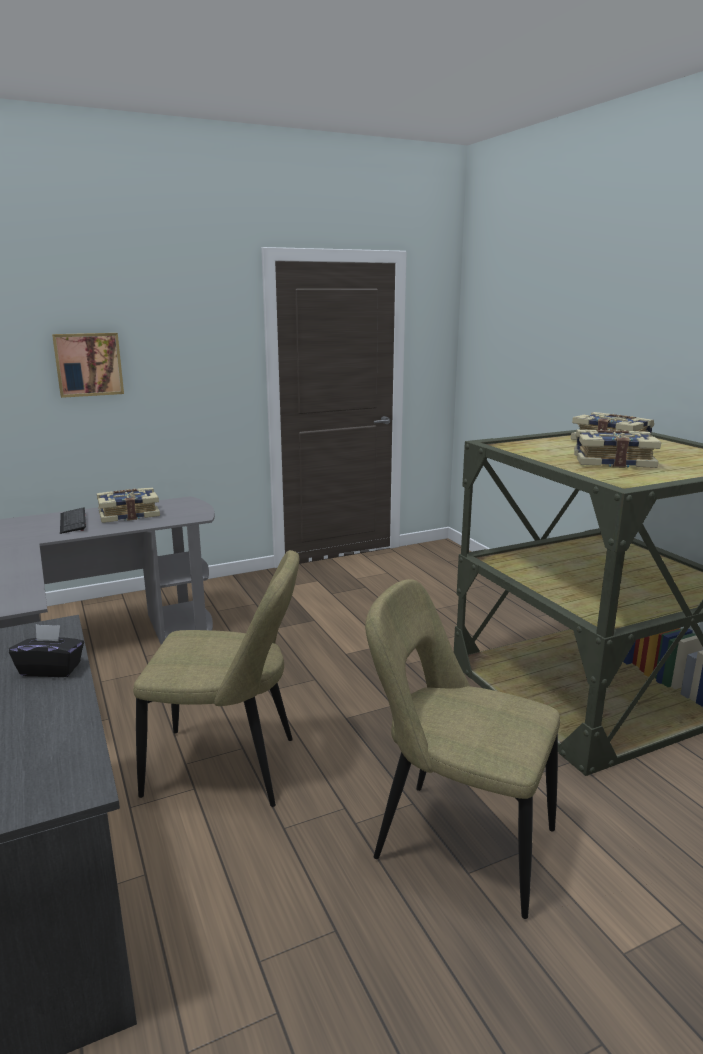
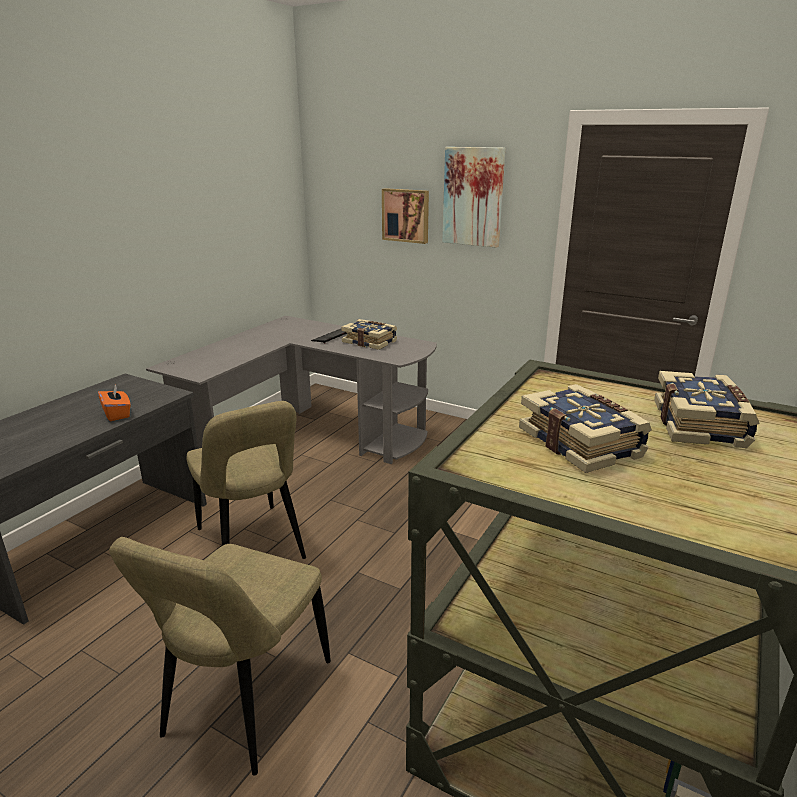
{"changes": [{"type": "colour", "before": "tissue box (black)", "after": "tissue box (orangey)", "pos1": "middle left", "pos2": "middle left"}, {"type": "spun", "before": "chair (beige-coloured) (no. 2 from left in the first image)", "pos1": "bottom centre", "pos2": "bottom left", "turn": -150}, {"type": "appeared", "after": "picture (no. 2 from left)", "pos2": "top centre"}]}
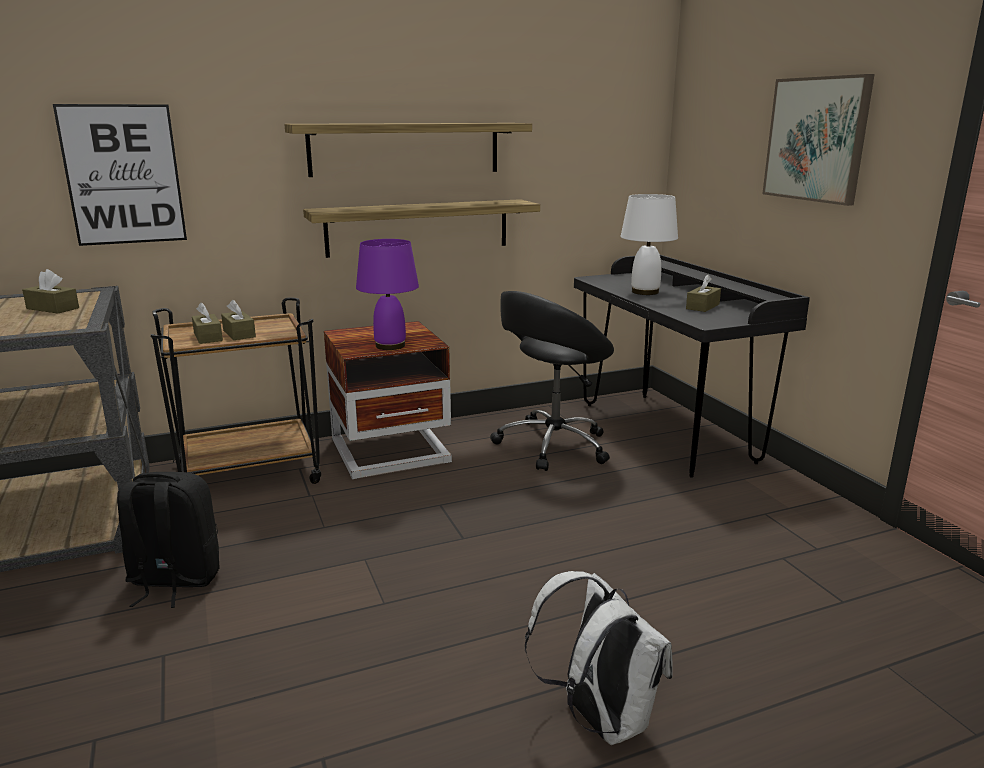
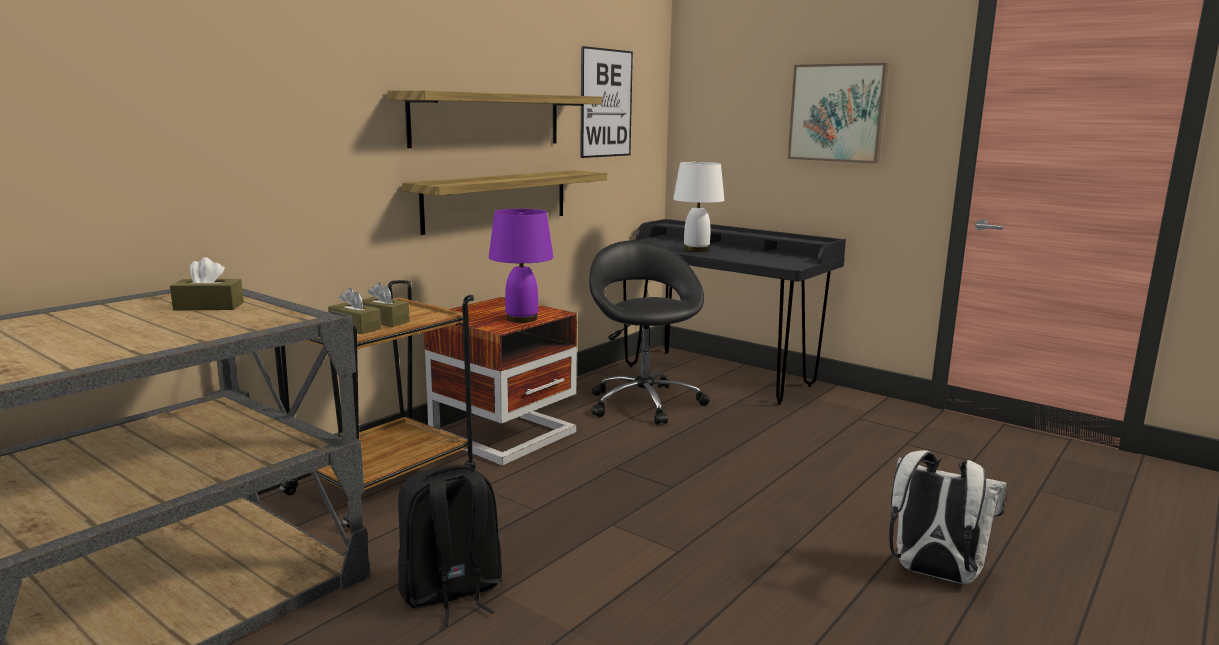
{"changes": [{"type": "relocated", "before": "picture (no. 1 from left)", "pos1": "top left", "pos2": "top centre"}, {"type": "spun", "before": "computer chair (black)", "pos1": "centre", "pos2": "centre", "turn": 135}, {"type": "missing", "before": "tissue box (brownish) (no. 4 from left)", "pos1": "middle right"}]}
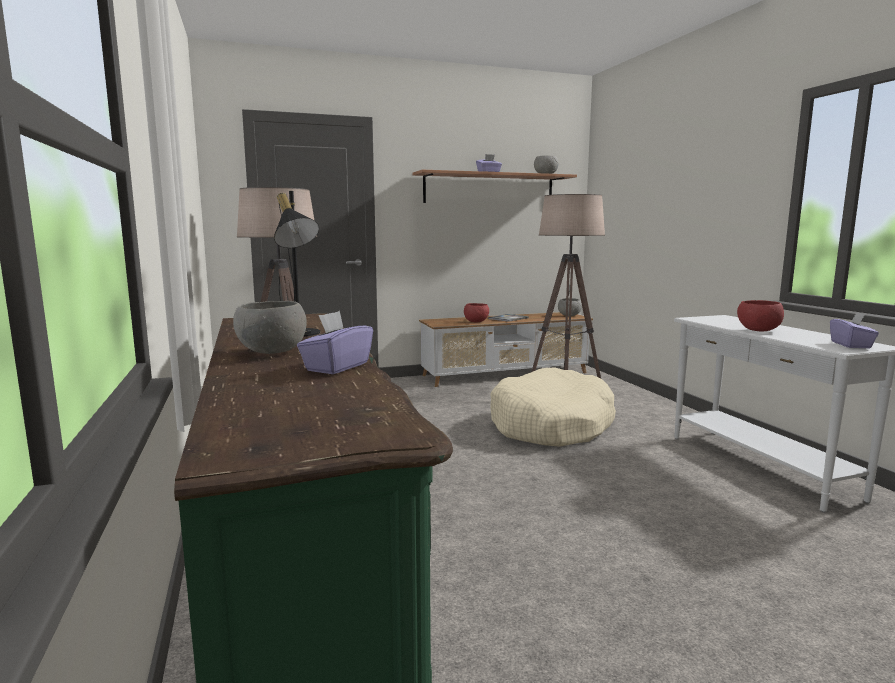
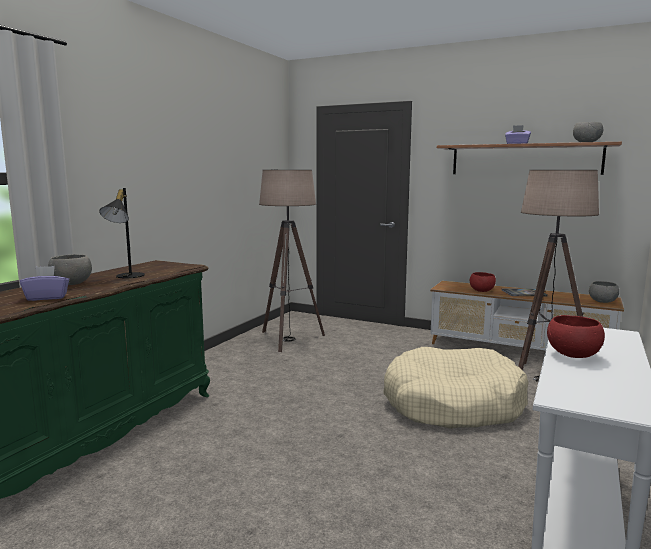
{"changes": [{"type": "missing", "before": "tissue box (purplish) (no. 3 from left)", "pos1": "middle right"}]}
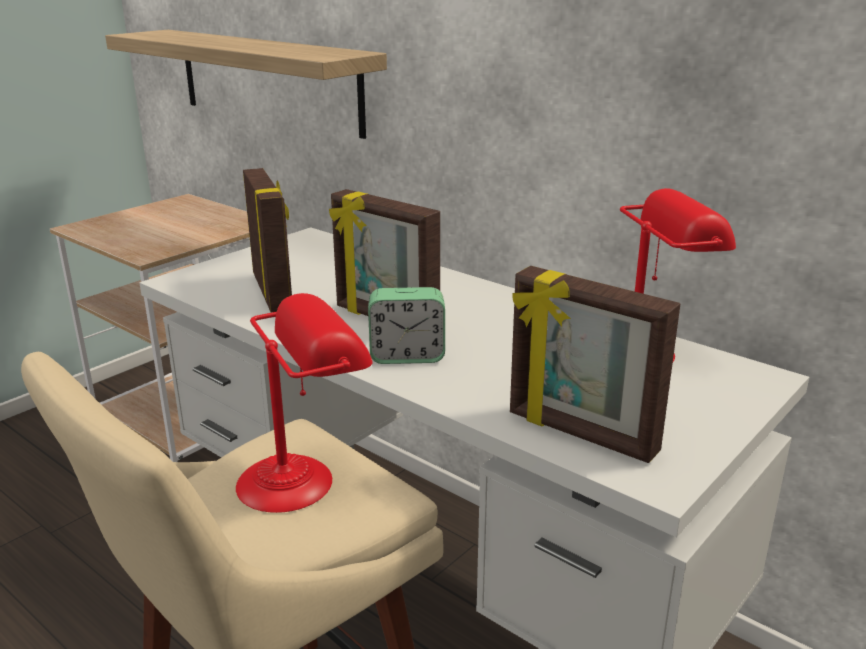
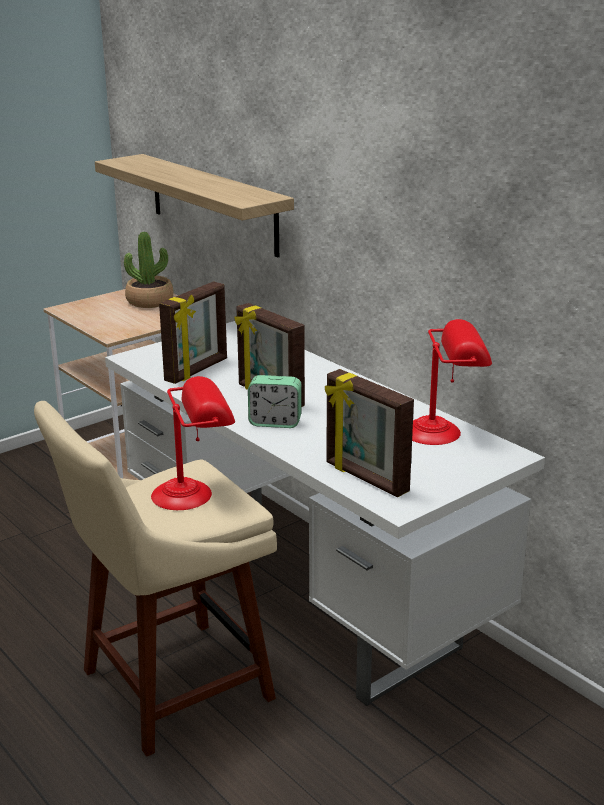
{"changes": [{"type": "spun", "before": "picture frame (no. 1 from left)", "pos1": "middle left", "pos2": "middle left", "turn": 45}, {"type": "appeared", "after": "plant in a pot", "pos2": "middle left"}]}
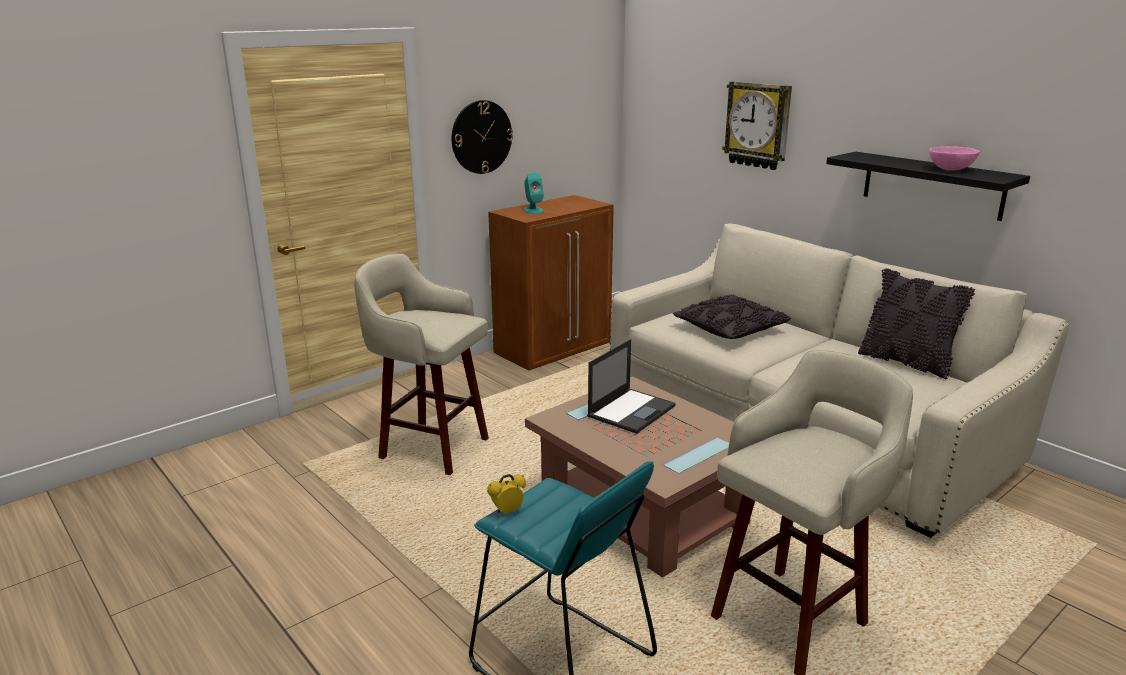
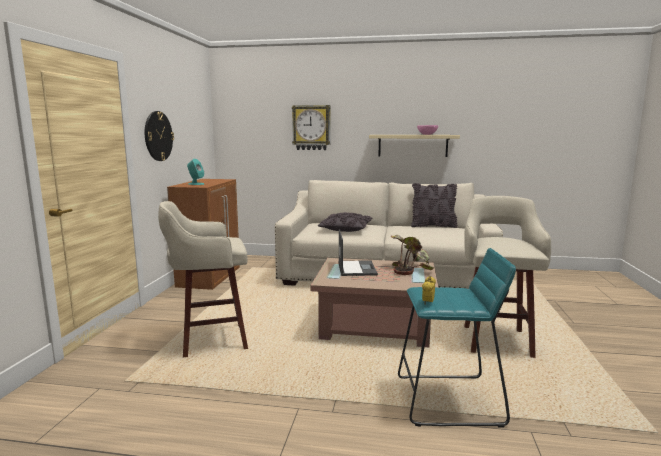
{"changes": [{"type": "colour", "before": "shelf (black)", "after": "shelf (beige-coloured)", "pos1": "top right", "pos2": "top centre"}, {"type": "appeared", "after": "plant in a pot", "pos2": "centre"}]}
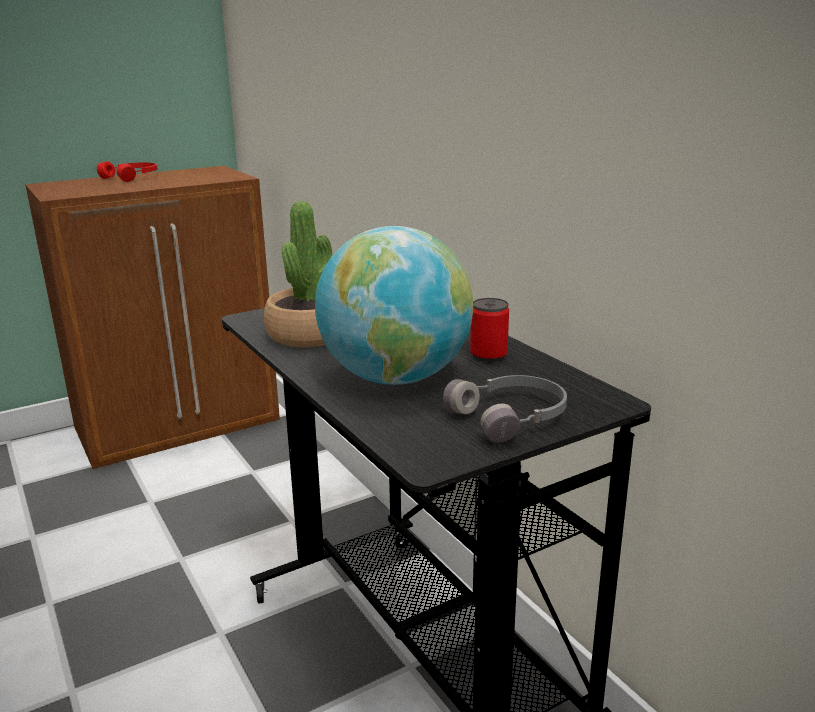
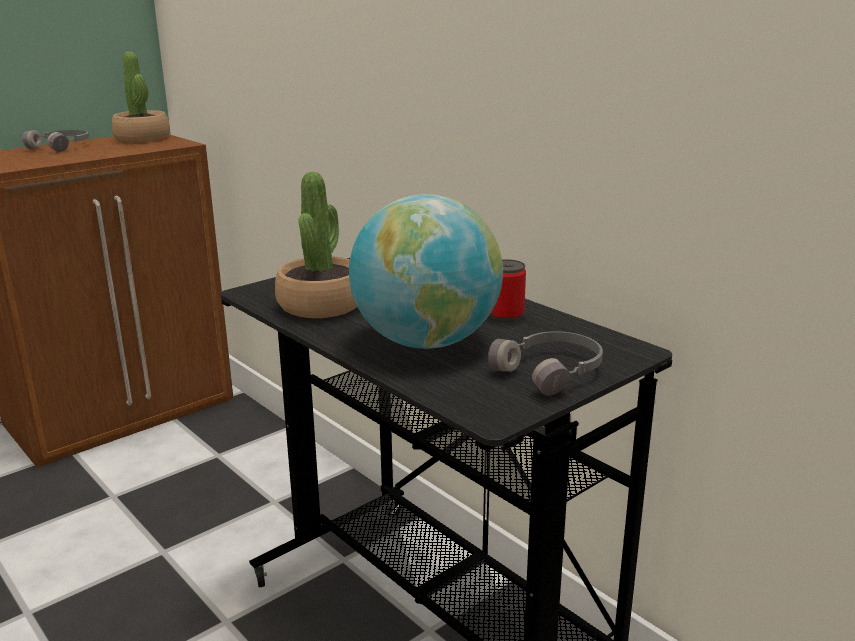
{"changes": [{"type": "colour", "before": "pair of headphones (reddish)", "after": "pair of headphones (grey) (no. 1 from left)", "pos1": "top left", "pos2": "top left"}, {"type": "appeared", "after": "plant in a pot (no. 1 from left)", "pos2": "top left"}]}
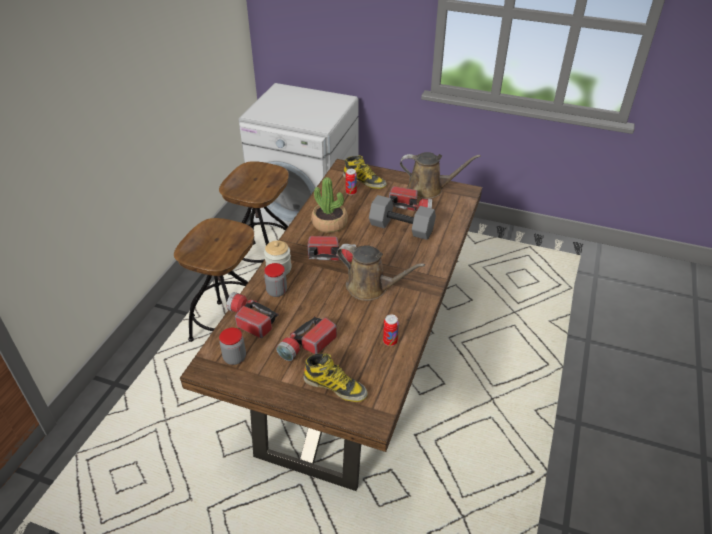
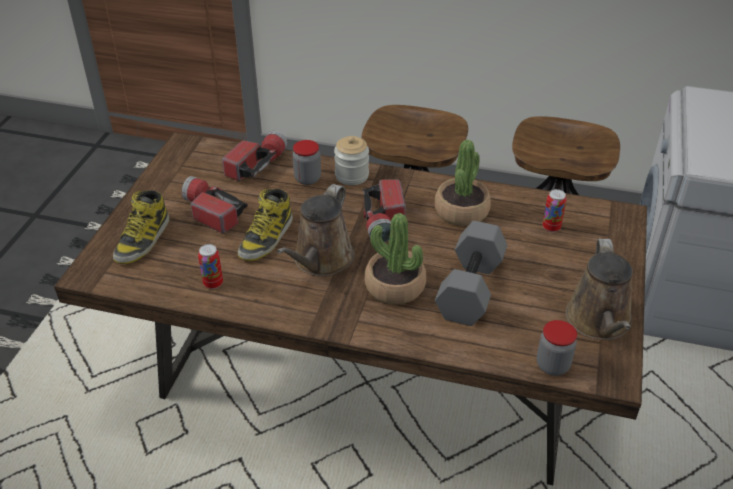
{"changes": [{"type": "relocated", "before": "storage jar (no. 1 from left in the first image)", "after": "storage jar (no. 3 from left)", "pos1": "middle left", "pos2": "bottom right"}, {"type": "relocated", "before": "high-top boot (no. 2 from left)", "pos1": "top centre", "pos2": "centre"}, {"type": "missing", "before": "hand torch (no. 4 from left)", "pos1": "centre"}, {"type": "appeared", "after": "plant in a pot (no. 1 from left)", "pos2": "centre"}]}
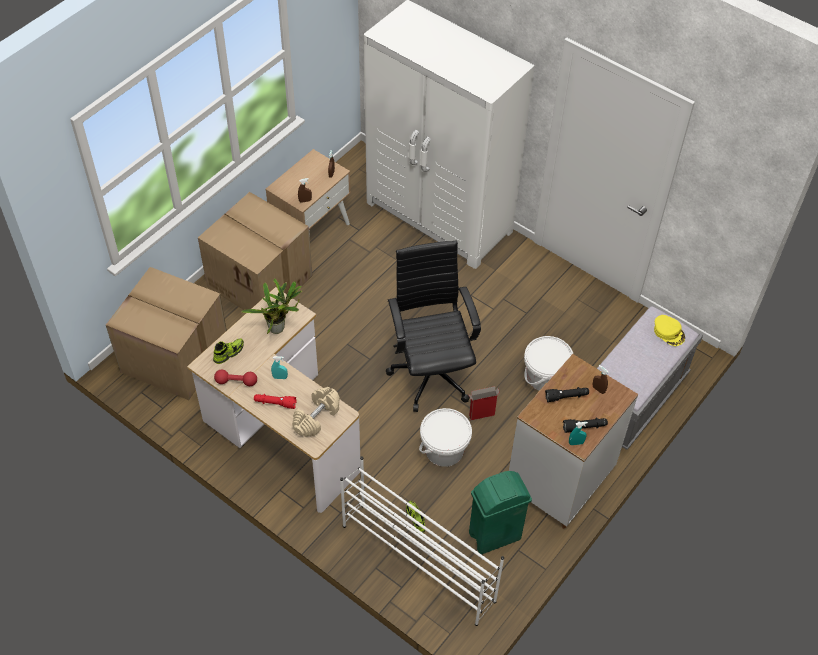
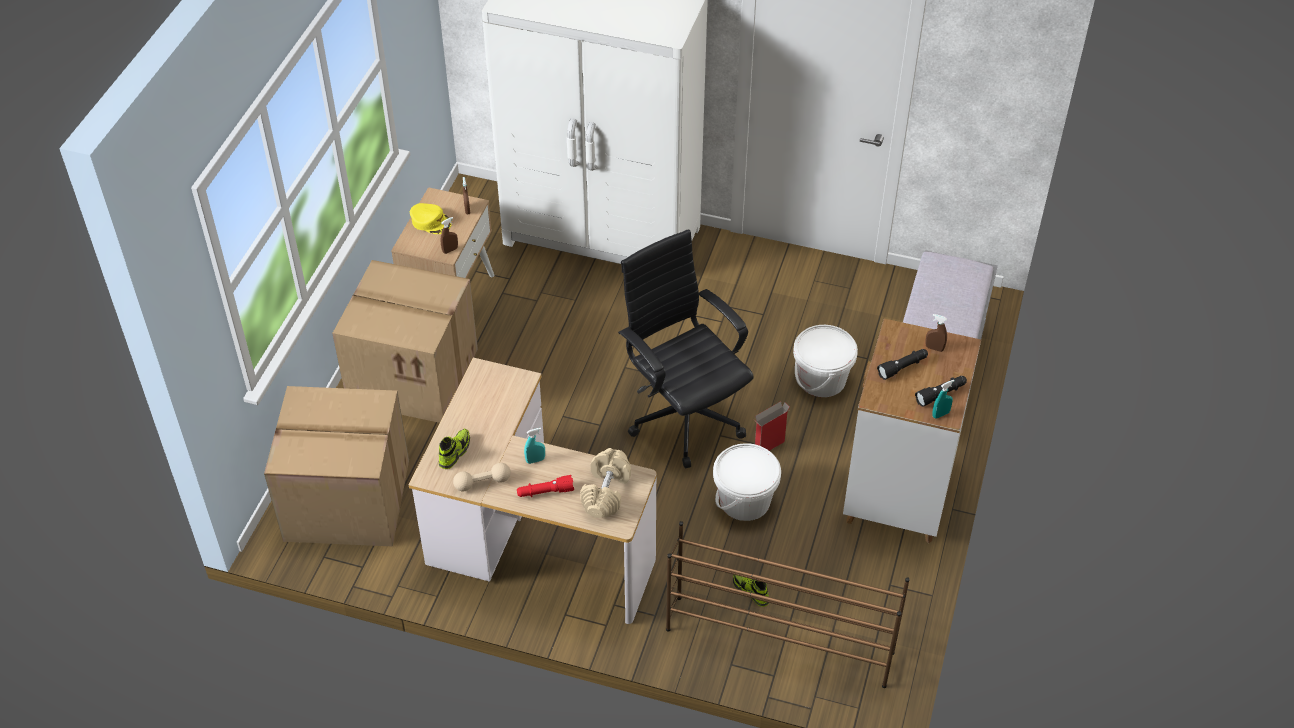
{"changes": [{"type": "colour", "before": "dumbbell (reddish)", "after": "dumbbell (beige-coloured) (no. 1 from left)", "pos1": "middle left", "pos2": "centre"}, {"type": "missing", "before": "plant in a pot", "pos1": "middle left"}, {"type": "colour", "before": "shoe shelf (white)", "after": "shoe shelf (brownish)", "pos1": "bottom centre", "pos2": "bottom centre"}, {"type": "missing", "before": "rubbish bin (greenish)", "pos1": "bottom centre"}, {"type": "relocated", "before": "cap (yellow)", "pos1": "middle right", "pos2": "top left"}]}
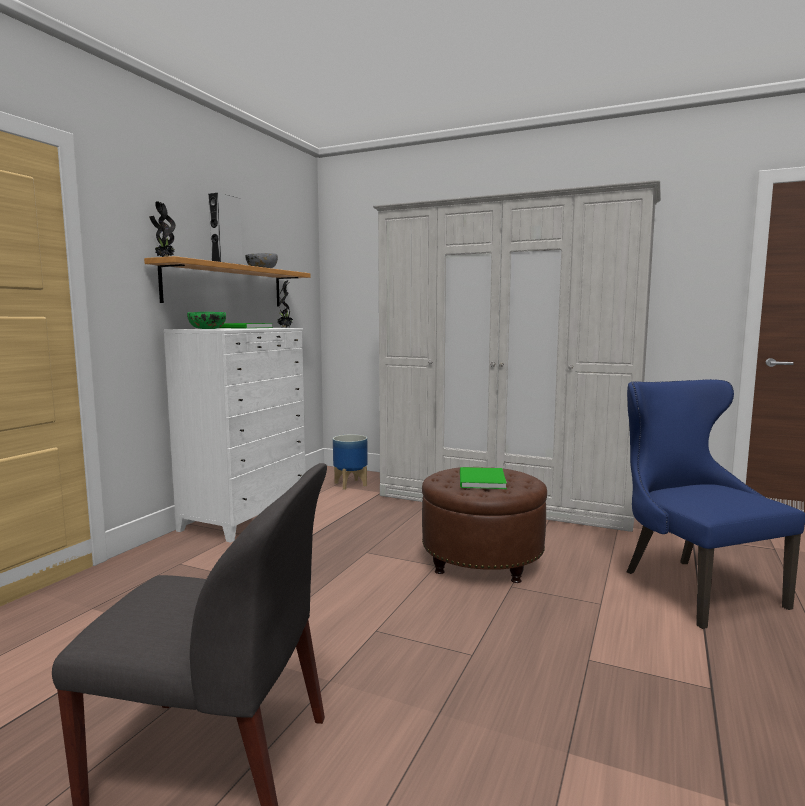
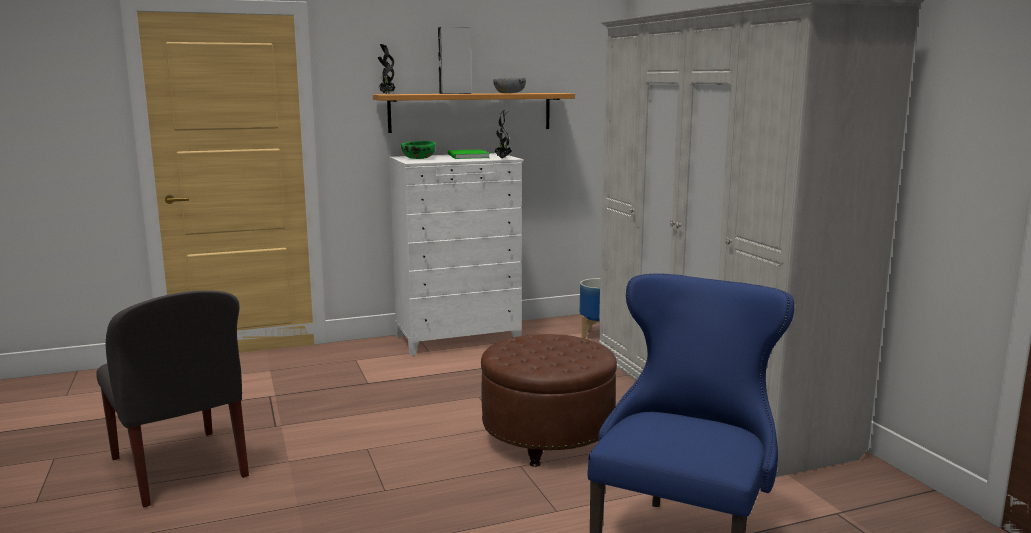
{"changes": [{"type": "missing", "before": "volume (greenish) (no. 2 from left)", "pos1": "centre"}]}
